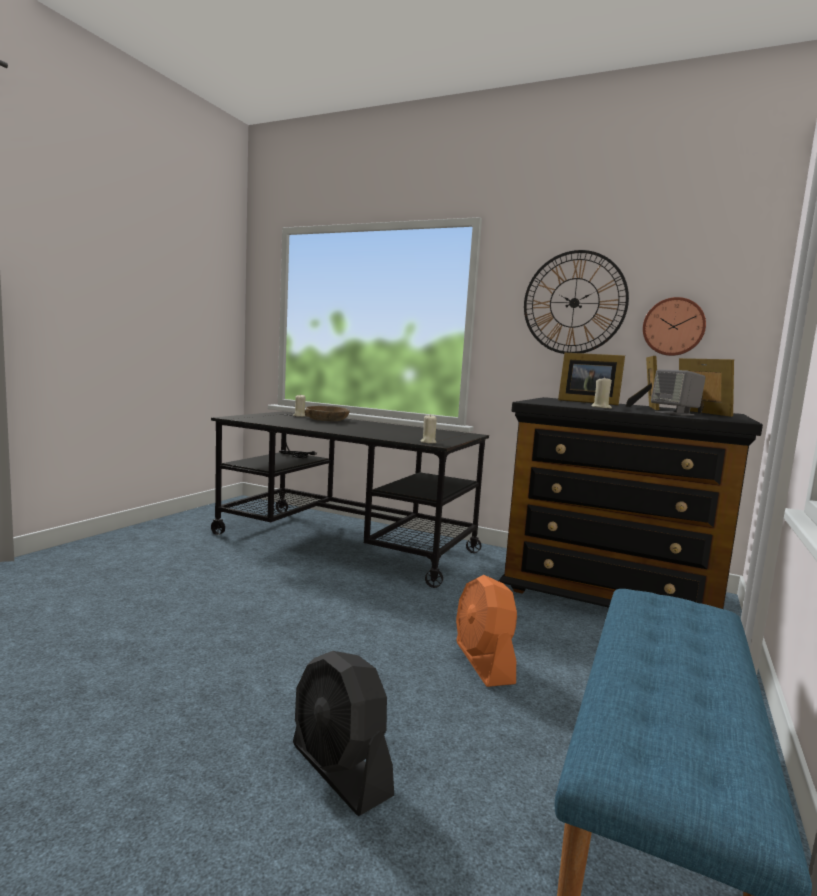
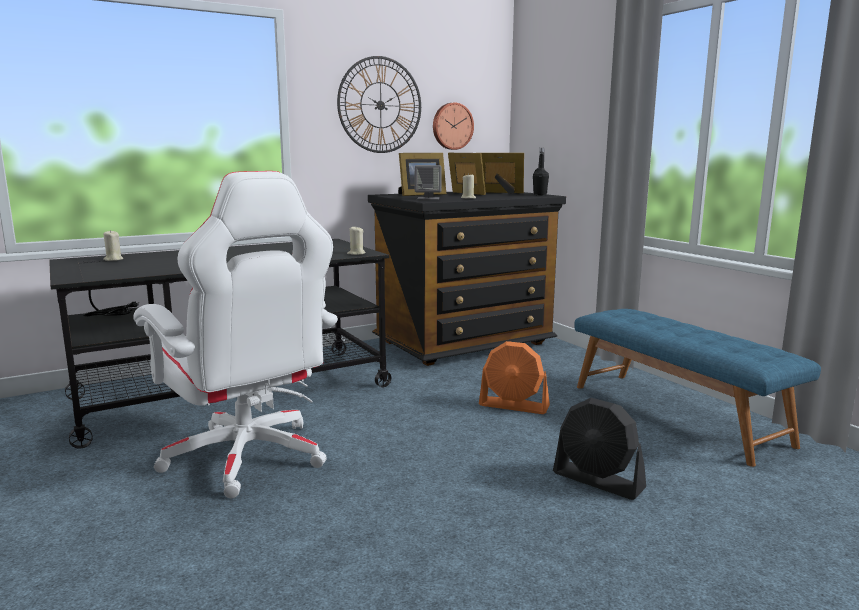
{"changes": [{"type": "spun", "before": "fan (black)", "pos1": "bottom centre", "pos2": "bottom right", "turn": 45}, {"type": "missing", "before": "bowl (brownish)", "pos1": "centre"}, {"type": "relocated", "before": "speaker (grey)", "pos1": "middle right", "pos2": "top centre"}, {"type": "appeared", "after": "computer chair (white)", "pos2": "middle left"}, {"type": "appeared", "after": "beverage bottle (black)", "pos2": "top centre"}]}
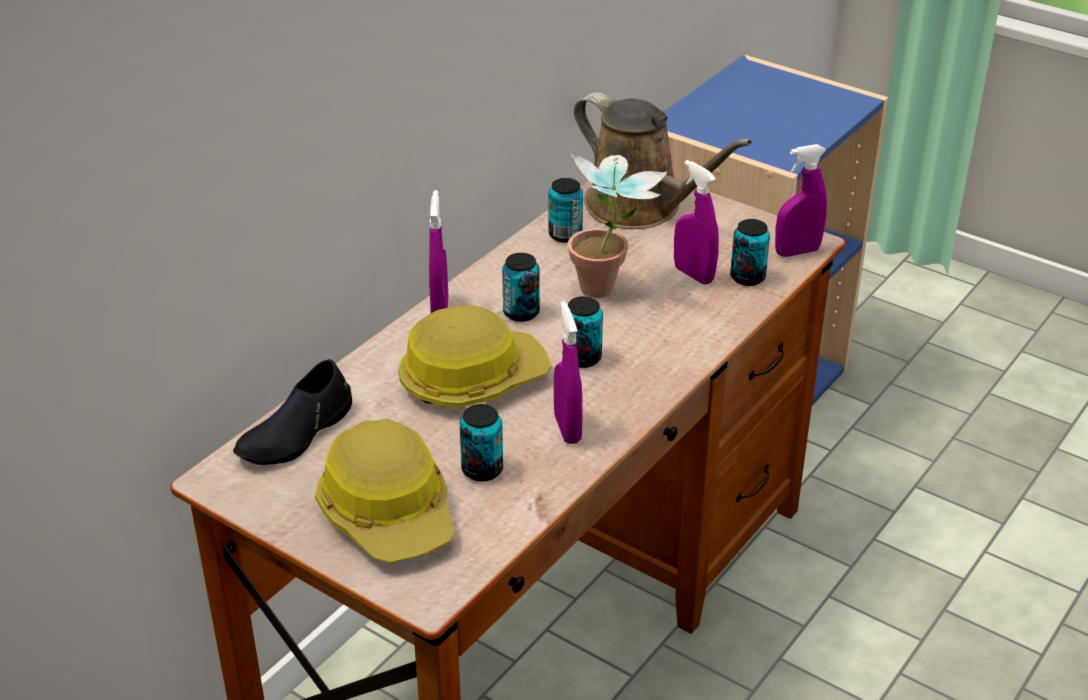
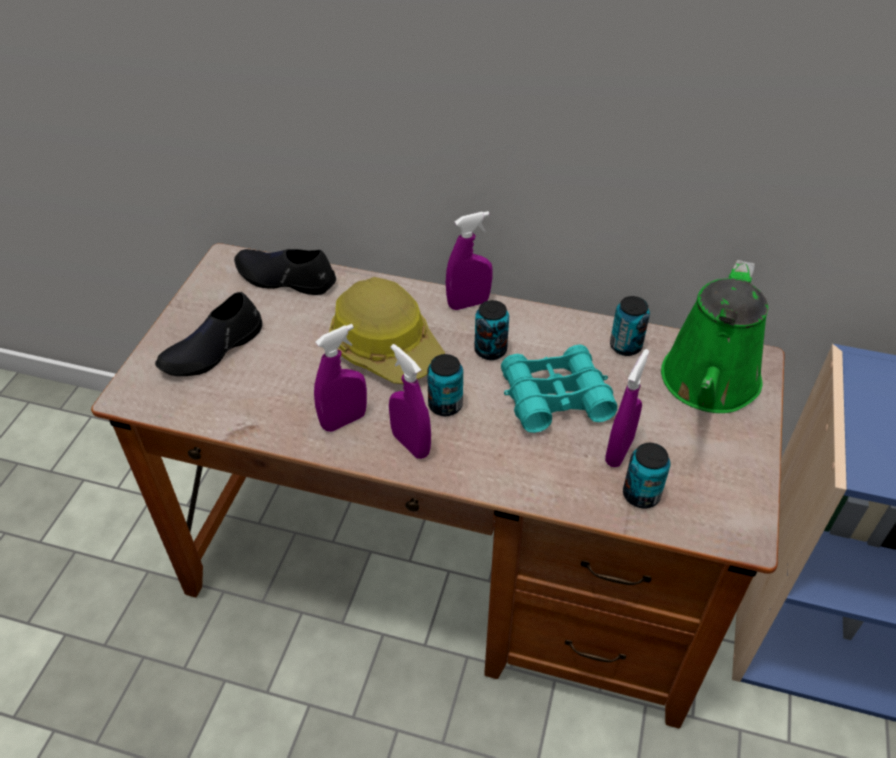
{"changes": [{"type": "exchanged", "before": "work helmet (no. 1 from left)", "after": "item of footwear (black) (no. 1 from left)", "pos1": "bottom centre", "pos2": "middle left"}, {"type": "missing", "before": "sealed can (no. 1 from left)", "pos1": "centre"}, {"type": "exchanged", "before": "plant in a pot", "after": "field glasses (blue-green)", "pos1": "top centre", "pos2": "centre"}, {"type": "colour", "before": "watering can (brownish)", "after": "watering can (greenish)", "pos1": "top centre", "pos2": "middle right"}, {"type": "relocated", "before": "spray bottle (purplish) (no. 4 from left in the first image)", "after": "spray bottle (purplish) (no. 2 from left)", "pos1": "top right", "pos2": "centre"}]}
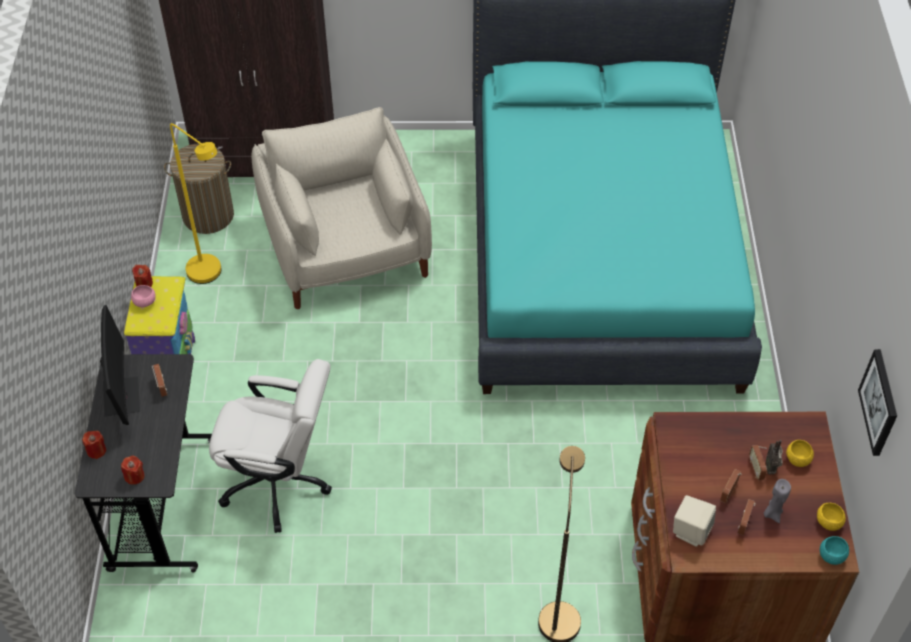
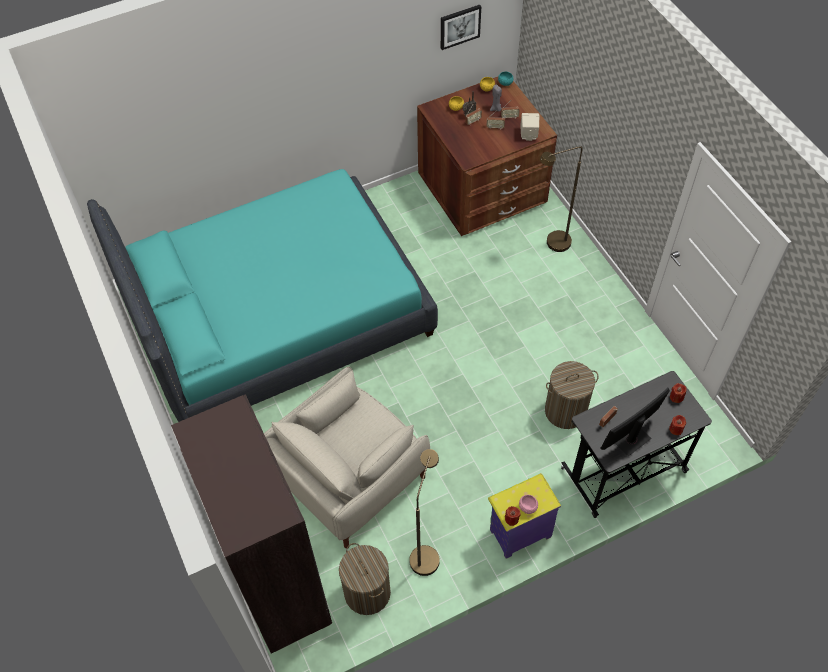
{"changes": [{"type": "colour", "before": "standing lamp (yellow)", "after": "standing lamp (brownish) (no. 1 from left)", "pos1": "top left", "pos2": "bottom centre"}, {"type": "exchanged", "before": "computer chair (white)", "after": "washing basket (no. 2 from left)", "pos1": "bottom left", "pos2": "middle right"}]}
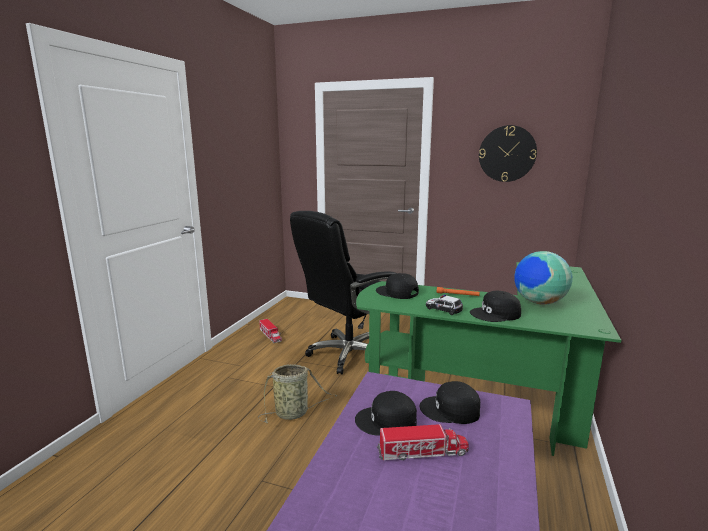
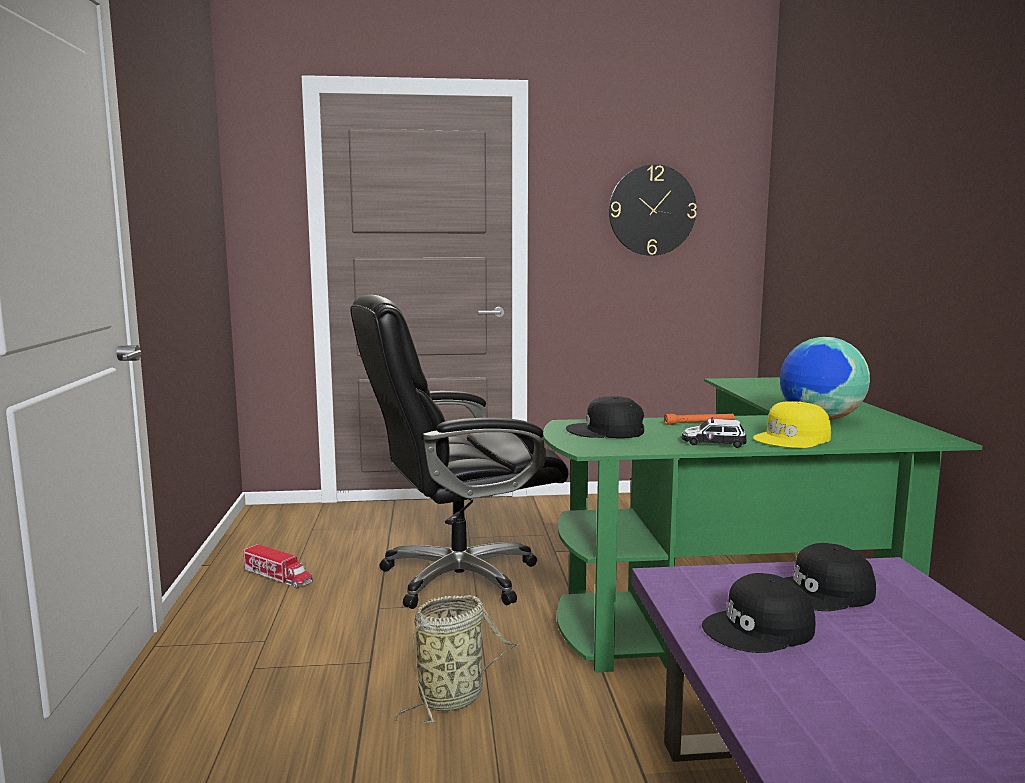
{"changes": [{"type": "spun", "before": "computer chair (black)", "pos1": "centre", "pos2": "centre", "turn": 45}, {"type": "missing", "before": "toy truck (no. 2 from left)", "pos1": "bottom centre"}, {"type": "colour", "before": "cap (black) (no. 4 from left)", "after": "cap (yellow)", "pos1": "middle right", "pos2": "middle right"}]}
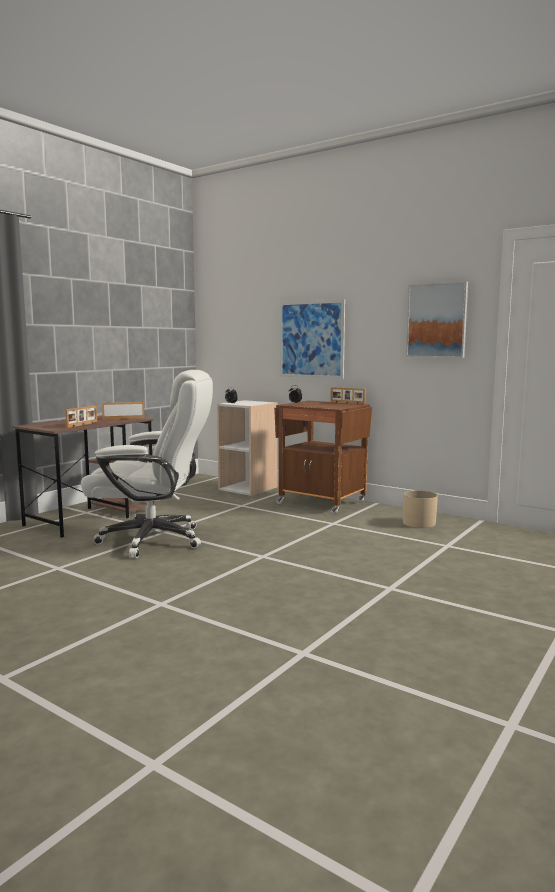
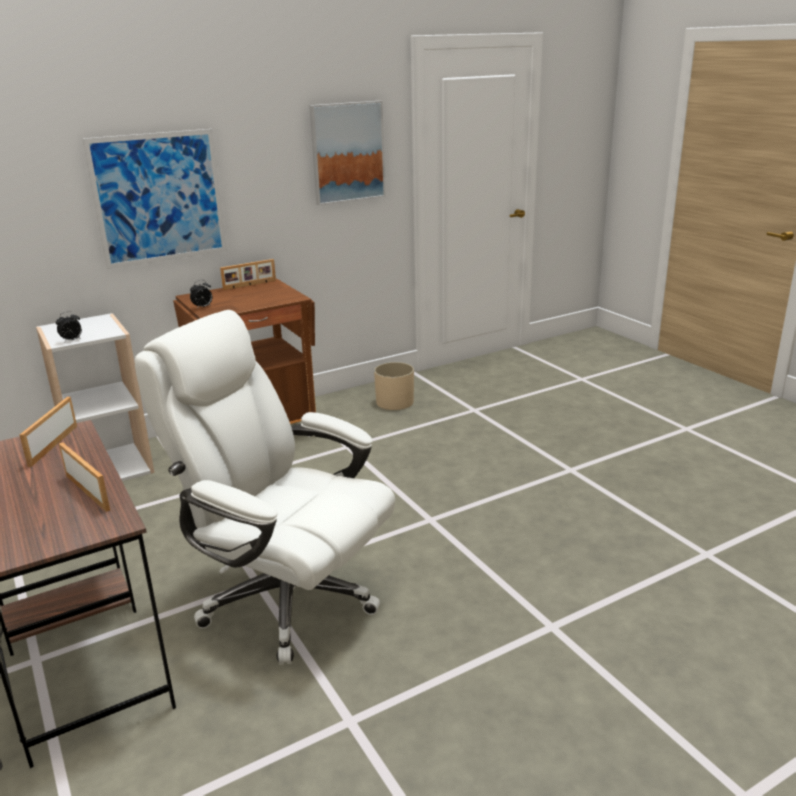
{"changes": [{"type": "spun", "before": "computer chair (white)", "pos1": "middle left", "pos2": "middle left", "turn": -90}]}
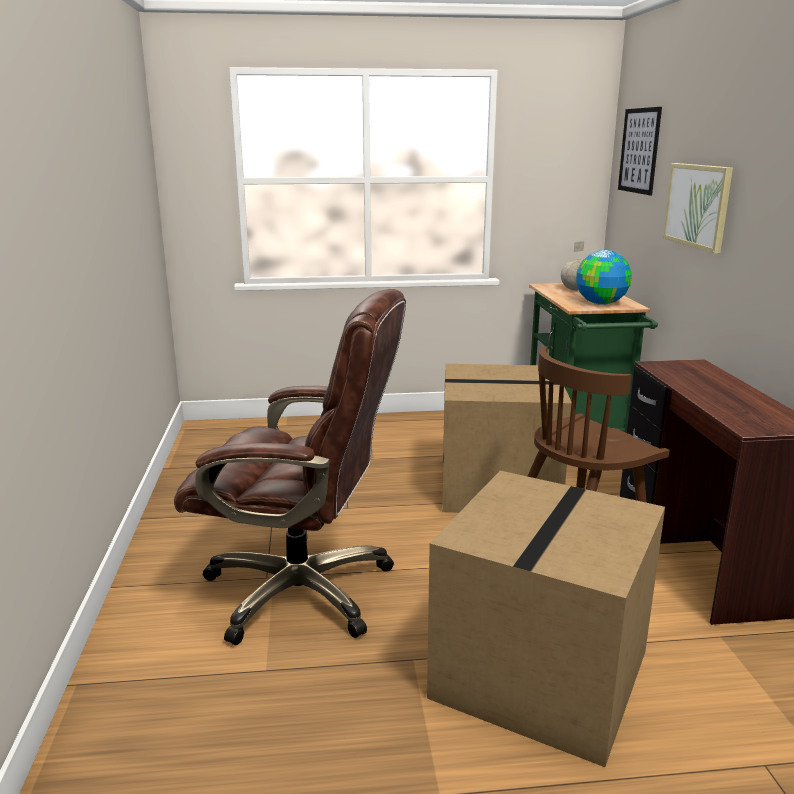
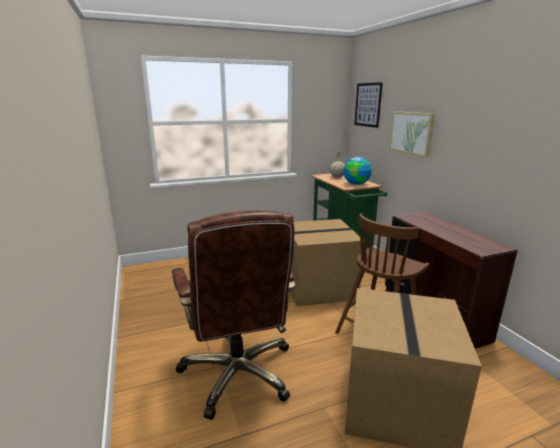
{"changes": [{"type": "spun", "before": "computer chair (brownish)", "pos1": "centre", "pos2": "bottom centre", "turn": 75}]}
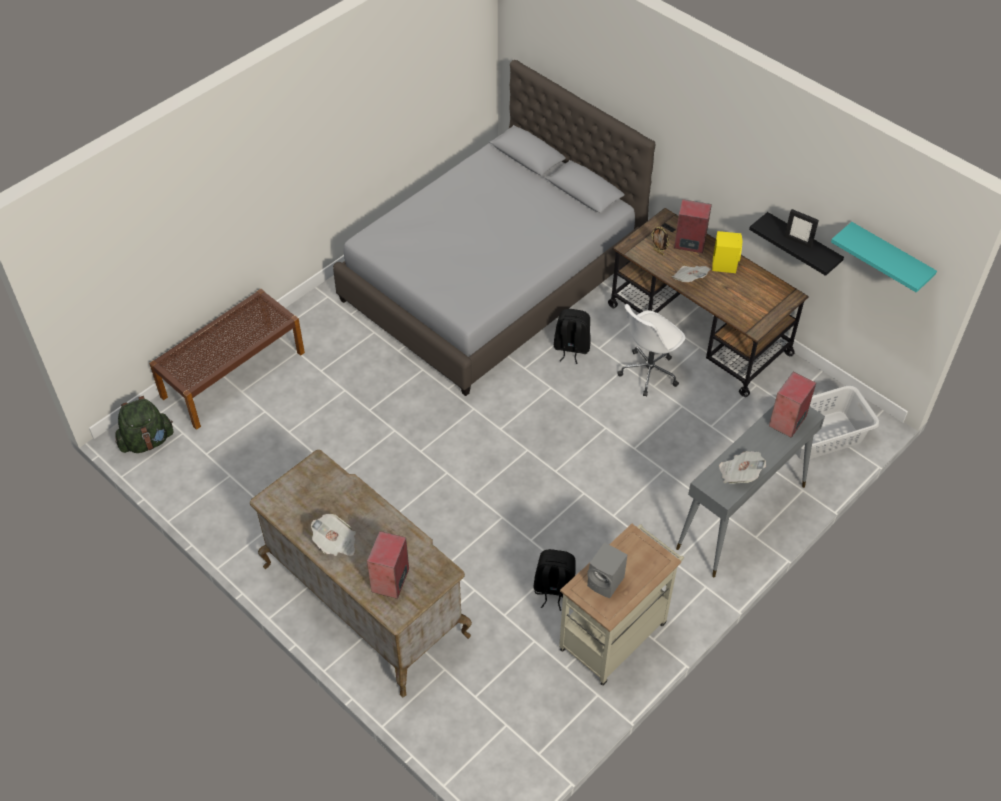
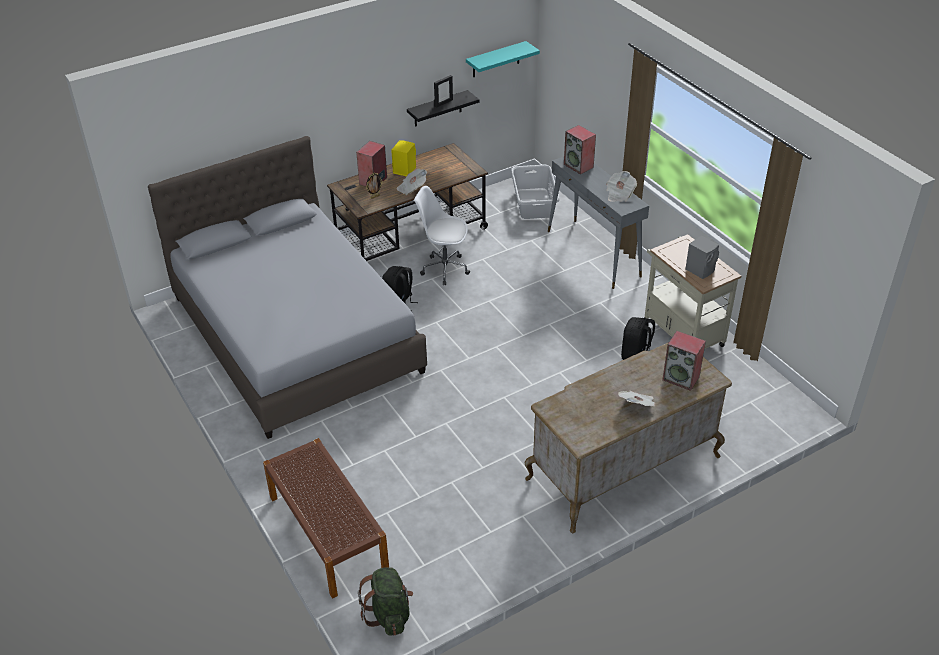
{"changes": [{"type": "spun", "before": "computer chair (white)", "pos1": "centre", "pos2": "centre", "turn": 135}]}
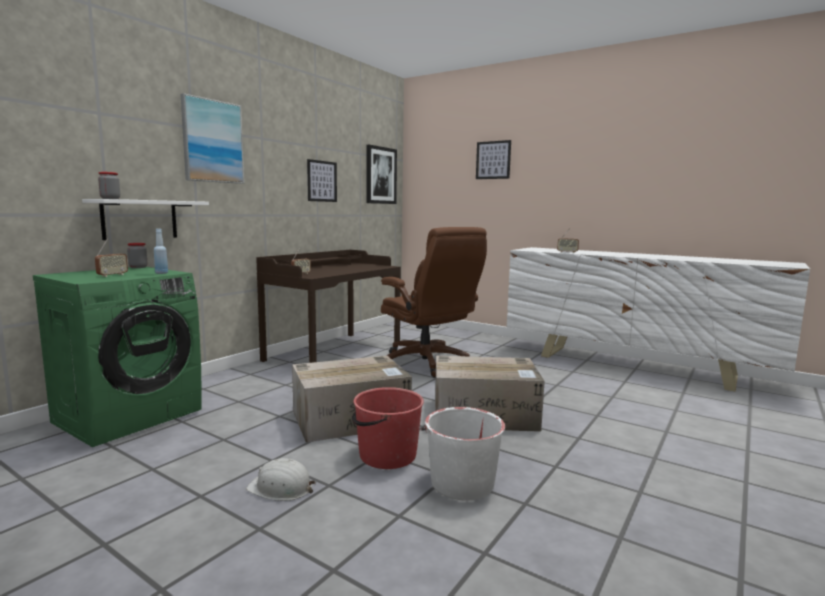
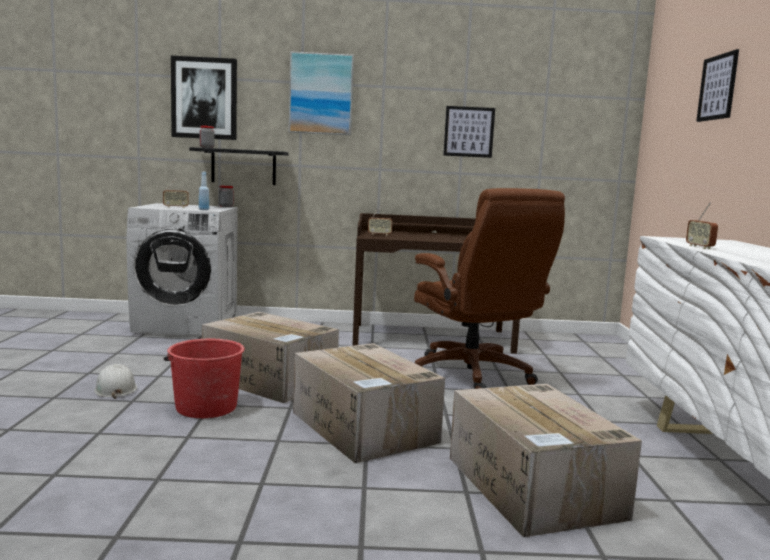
{"changes": [{"type": "colour", "before": "washing machine (greenish)", "after": "washing machine (white)", "pos1": "middle left", "pos2": "middle left"}, {"type": "colour", "before": "shelf (white)", "after": "shelf (black)", "pos1": "middle left", "pos2": "top left"}, {"type": "relocated", "before": "picture (no. 3 from left in the first image)", "after": "picture (no. 1 from left)", "pos1": "top centre", "pos2": "top left"}, {"type": "spun", "before": "computer chair (brownish)", "pos1": "centre", "pos2": "centre", "turn": -45}, {"type": "missing", "before": "pail (white)", "pos1": "bottom centre"}, {"type": "appeared", "after": "carton (no. 3 from left)", "pos2": "bottom right"}]}
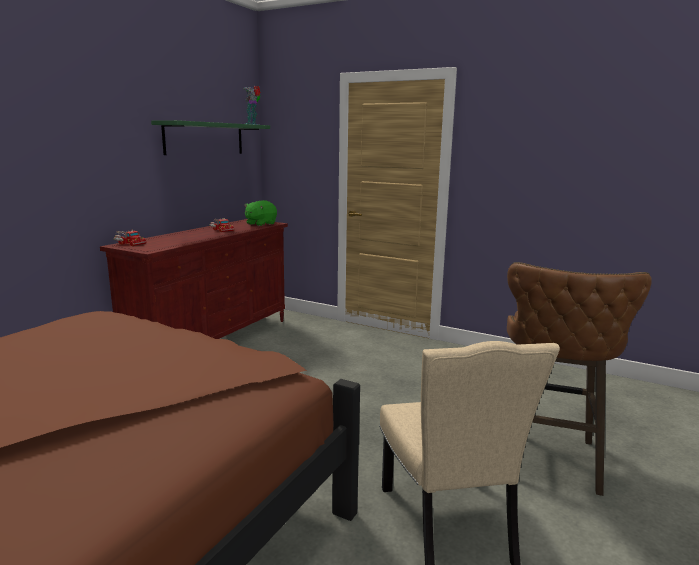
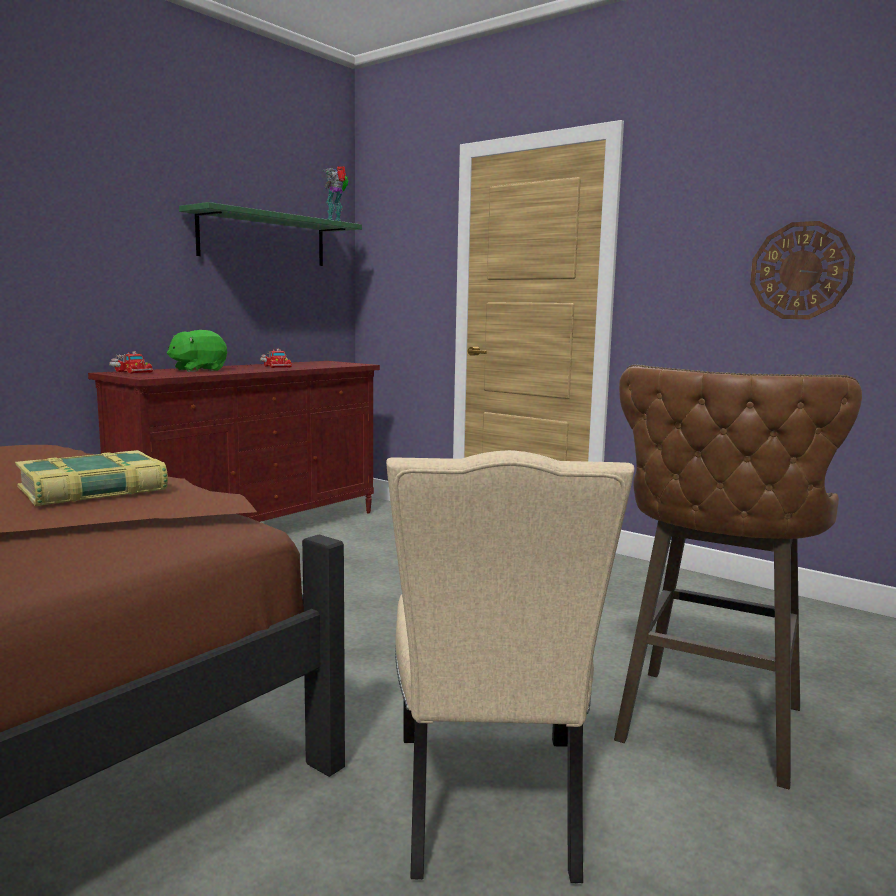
{"changes": [{"type": "relocated", "before": "plush toy (greenish)", "pos1": "centre", "pos2": "middle left"}, {"type": "appeared", "after": "volume", "pos2": "middle left"}, {"type": "appeared", "after": "hanging clock", "pos2": "top right"}]}
